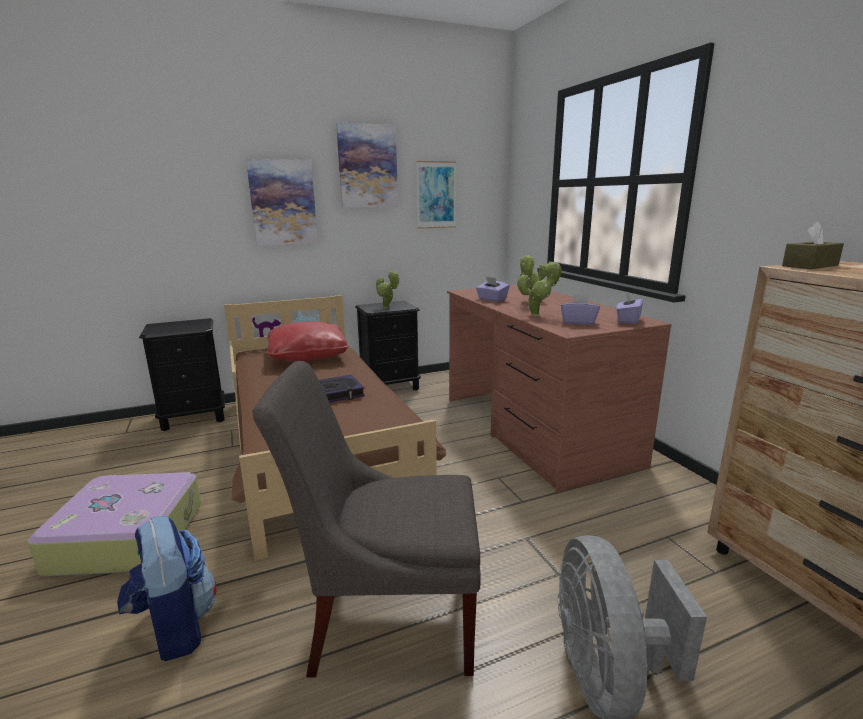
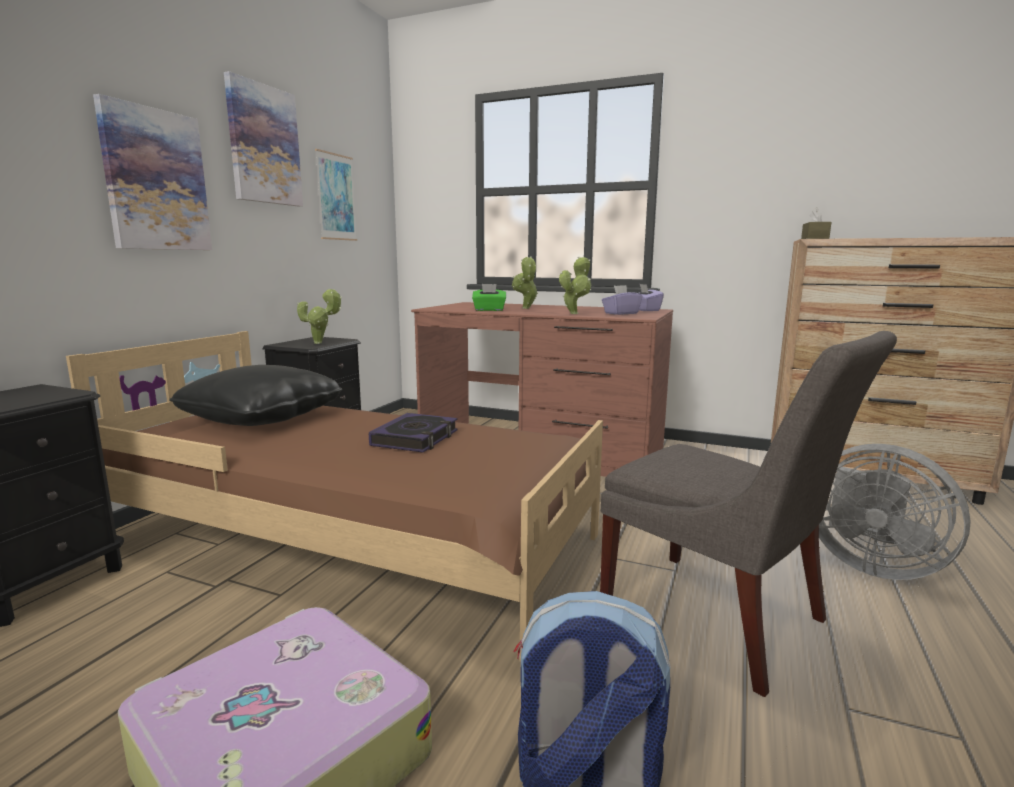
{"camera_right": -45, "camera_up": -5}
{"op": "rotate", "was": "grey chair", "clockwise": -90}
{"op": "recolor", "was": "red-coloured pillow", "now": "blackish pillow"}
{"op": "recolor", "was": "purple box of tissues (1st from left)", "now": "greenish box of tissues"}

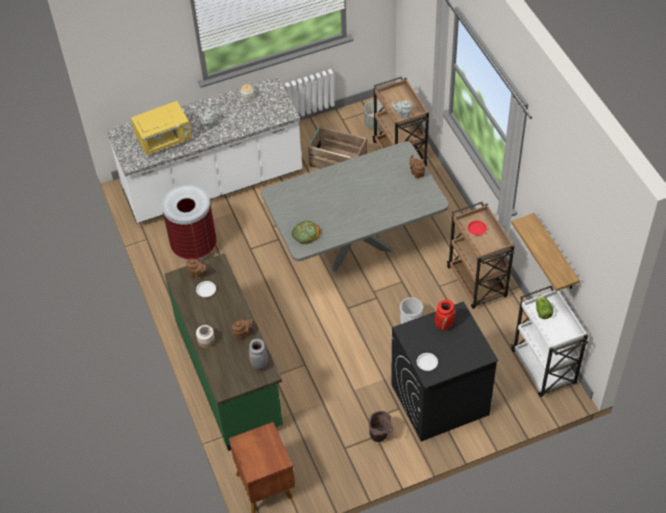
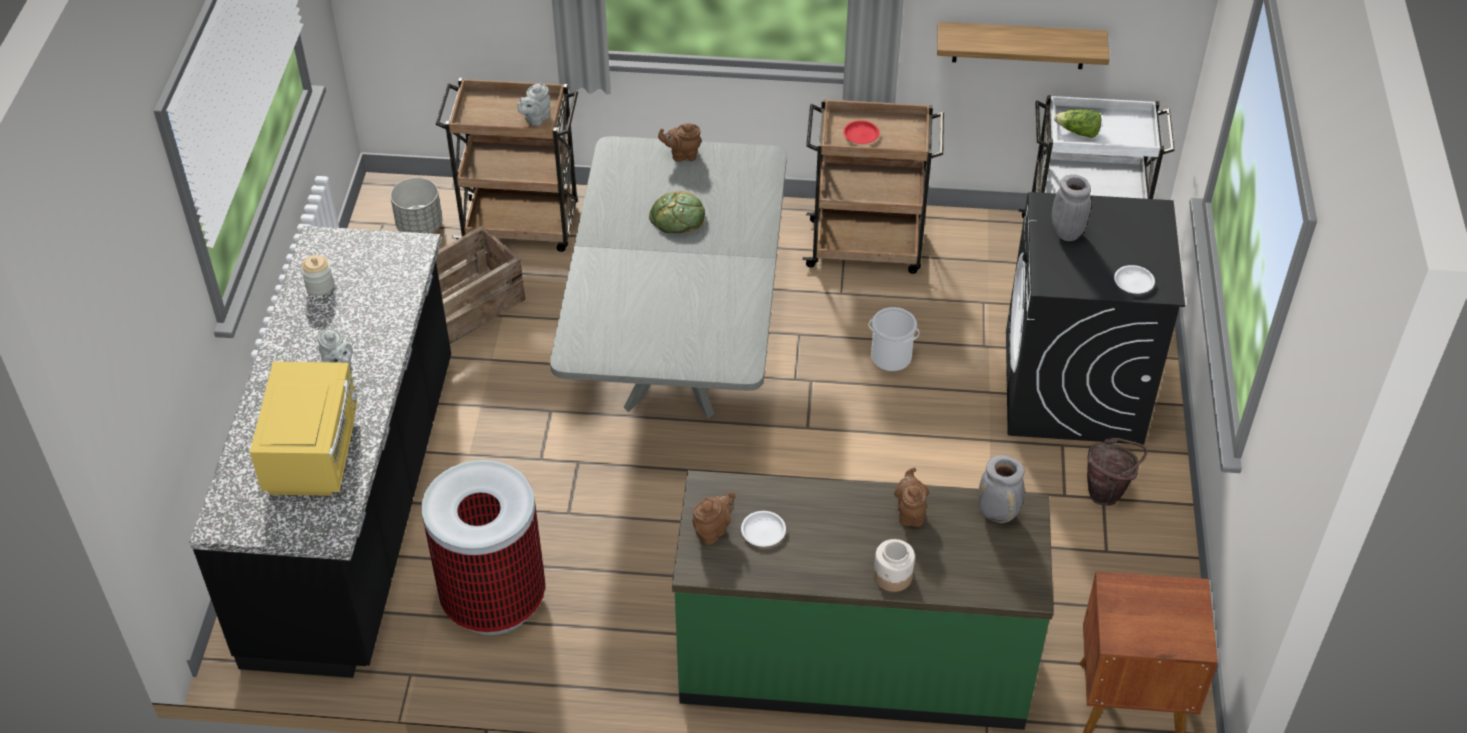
{"camera_right": -65, "camera_up": -5}
{"op": "recolor", "was": "whitish counter", "now": "blackish counter"}
{"op": "move", "was": "bread"}
{"op": "recolor", "was": "red-coloured vase", "now": "grey vase (2nd from left)"}

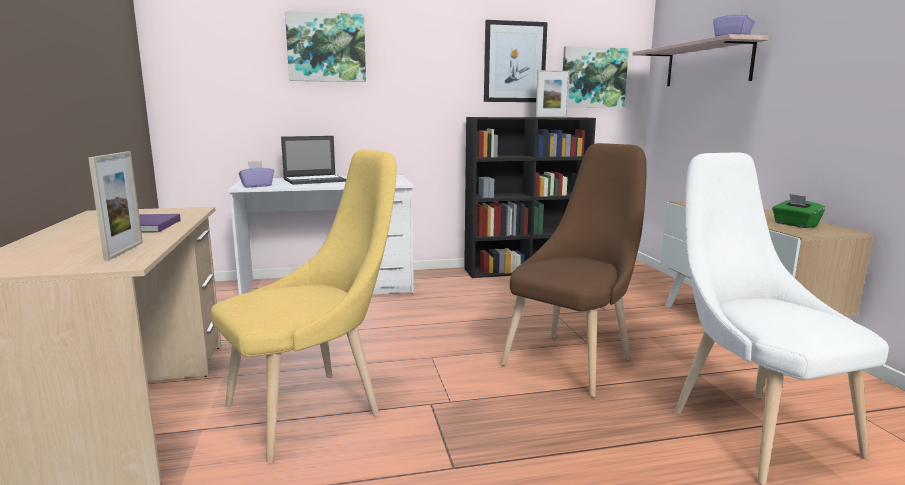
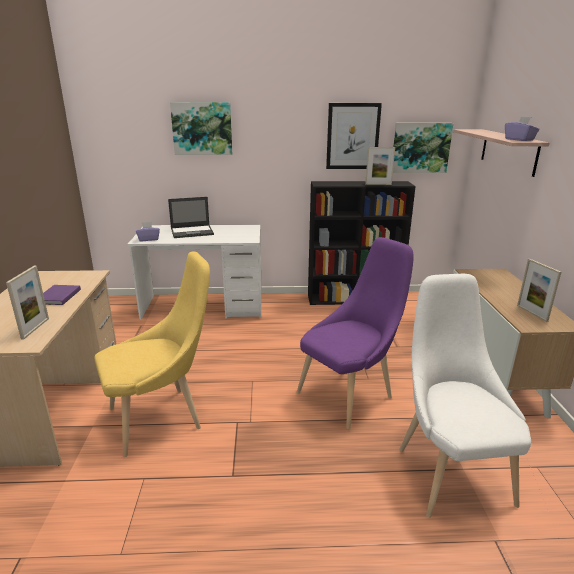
{"camera_right": 10, "camera_up": 10}
{"op": "recolor", "was": "brown chair", "now": "purple chair"}
{"op": "replace", "was": "greenish box of tissues", "now": "standing frame (3rd from left)"}

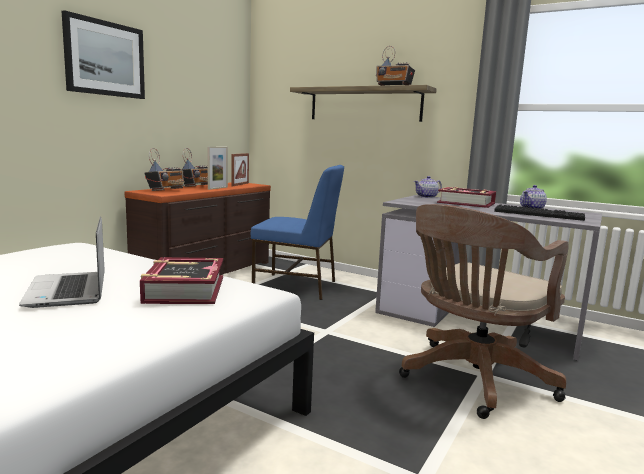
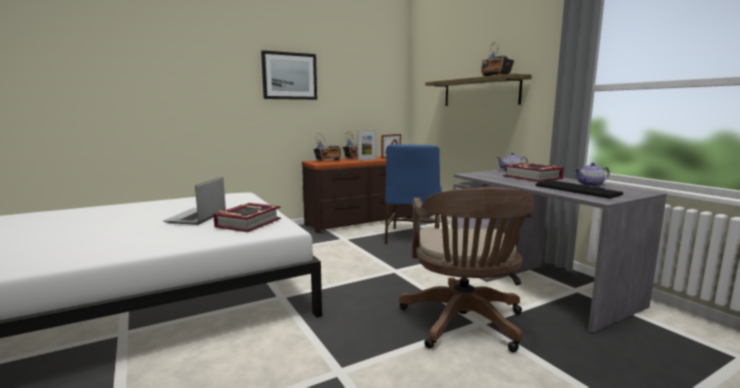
{"camera_right": 30, "camera_up": 0}
{"op": "rotate", "was": "blue chair", "clockwise": 60}
{"op": "rotate", "was": "brown desk chair", "clockwise": -75}

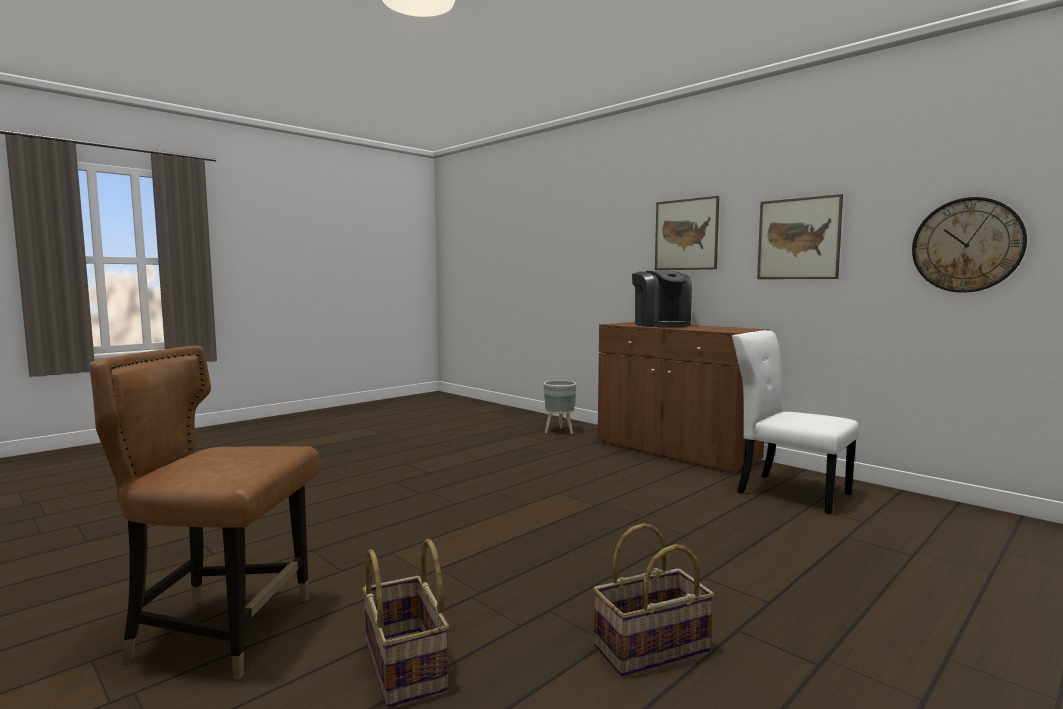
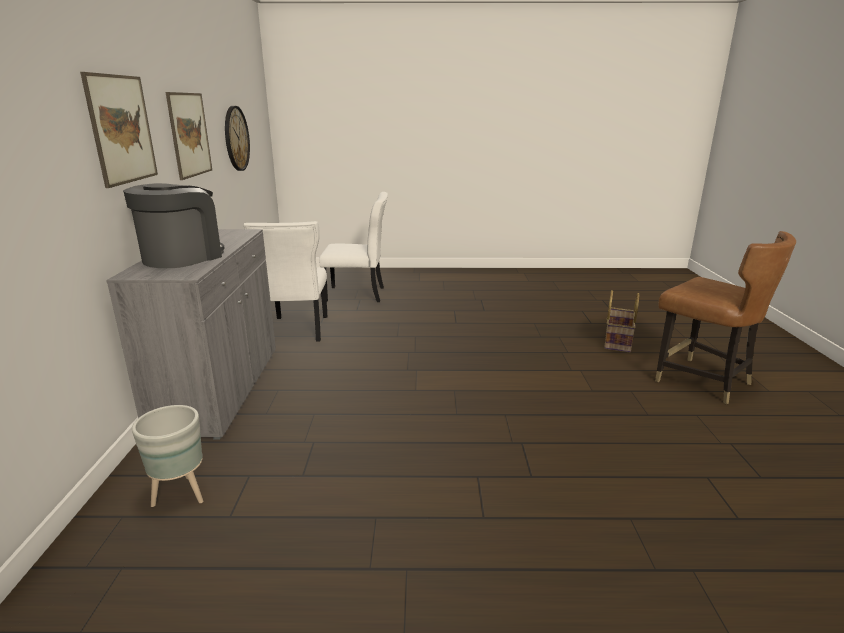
{"camera_right": -135, "camera_up": 15}
{"op": "delete", "was": "household basket (2nd from left)"}
{"op": "recolor", "was": "brown cupboard", "now": "grey cupboard"}
{"op": "insert", "now": "whitish chair (2nd from left)"}

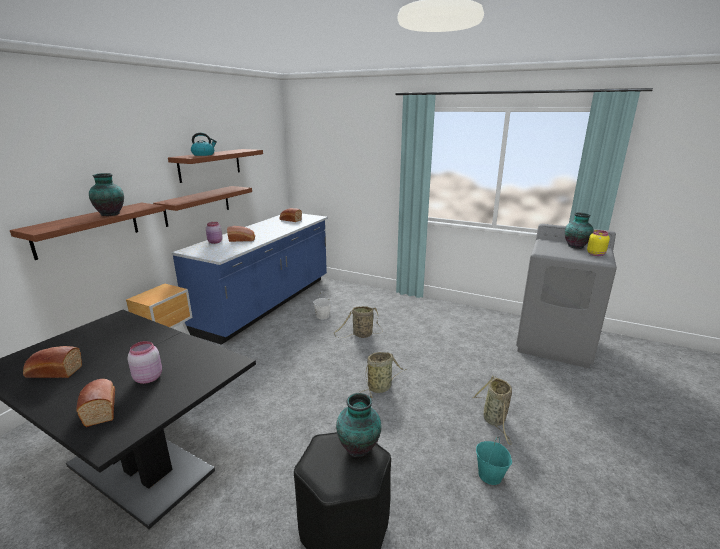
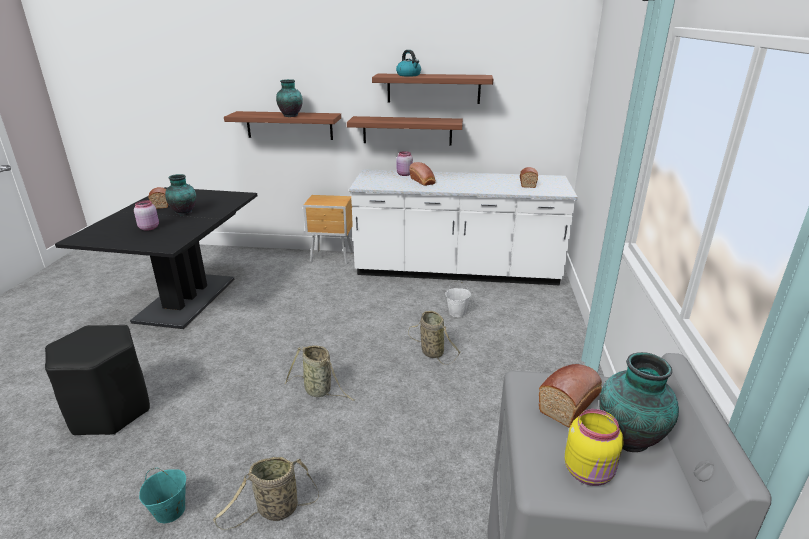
{"camera_right": 70, "camera_up": 5}
{"op": "move", "was": "bread (2nd from left in the first image)", "now": "bread (4th from left)"}
{"op": "recolor", "was": "blue counter", "now": "whitish counter"}
{"op": "move", "was": "vase (2nd from left in the first image)", "now": "vase (1st from left)"}

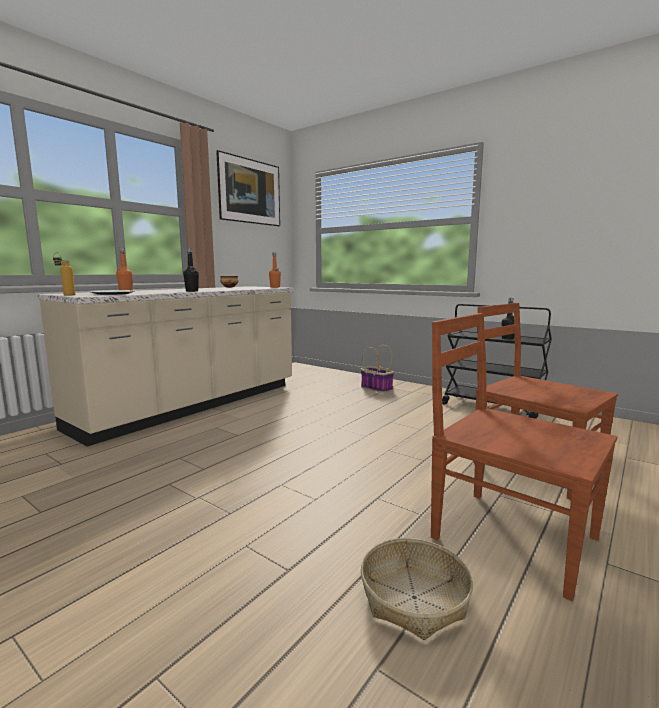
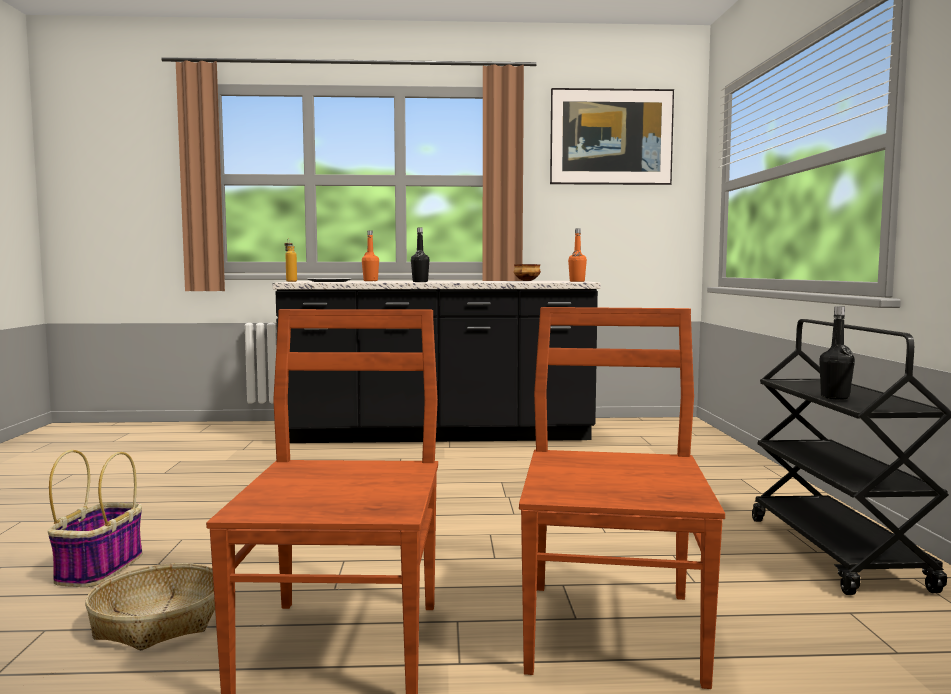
{"camera_right": 50, "camera_up": -5}
{"op": "recolor", "was": "beige counter", "now": "blackish counter"}
{"op": "move", "was": "household basket (1st from left)"}

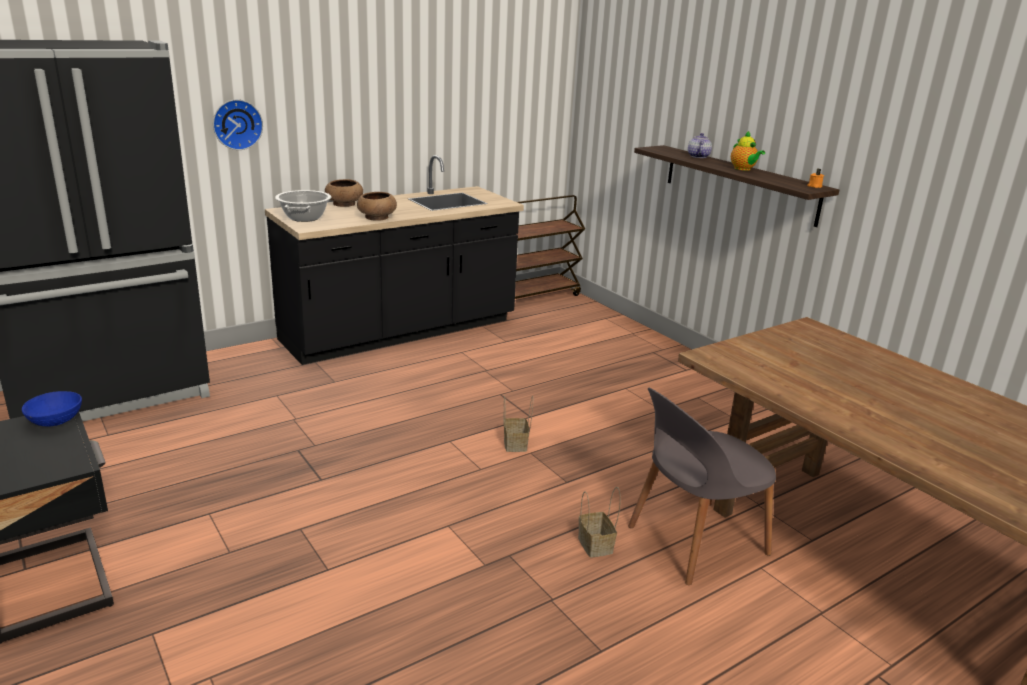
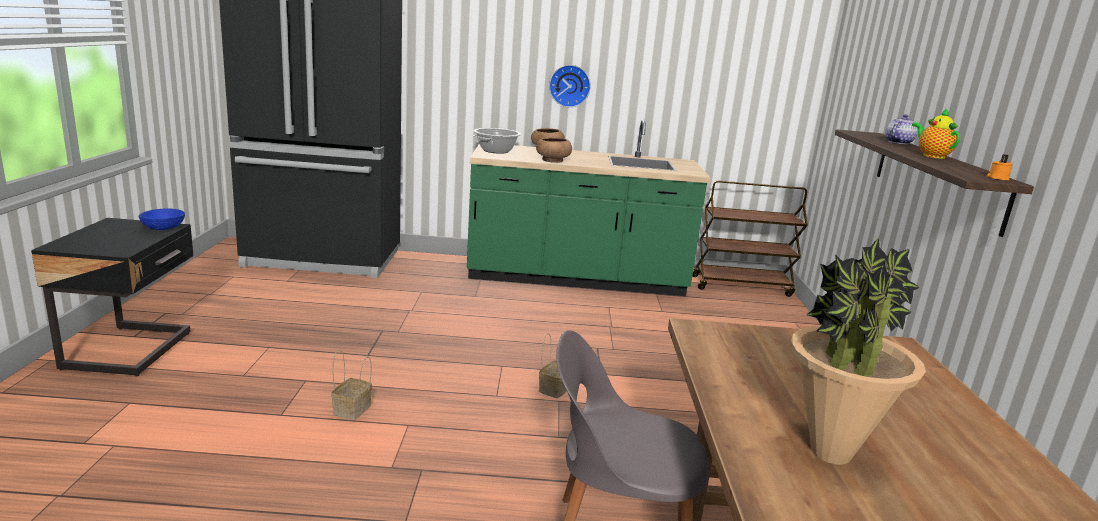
{"camera_right": 35, "camera_up": -5}
{"op": "move", "was": "hanging clock"}
{"op": "recolor", "was": "blackish counter", "now": "greenish counter"}
{"op": "move", "was": "household basket (2nd from left in the first image)", "now": "household basket (1st from left)"}
{"op": "rotate", "was": "tea pot (2nd from left)", "clockwise": 150}
{"op": "insert", "now": "potted plant"}

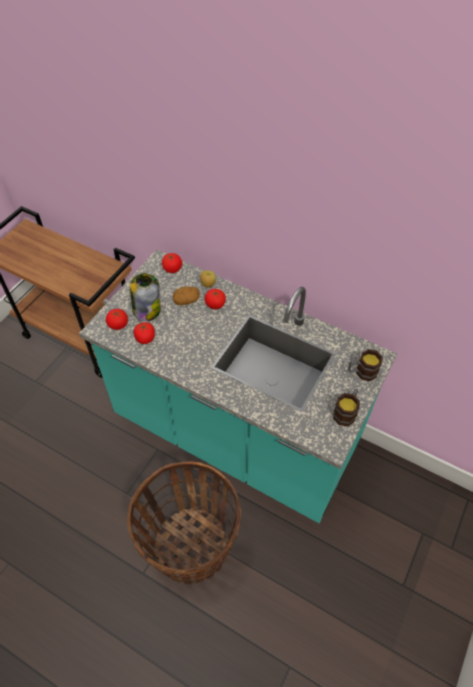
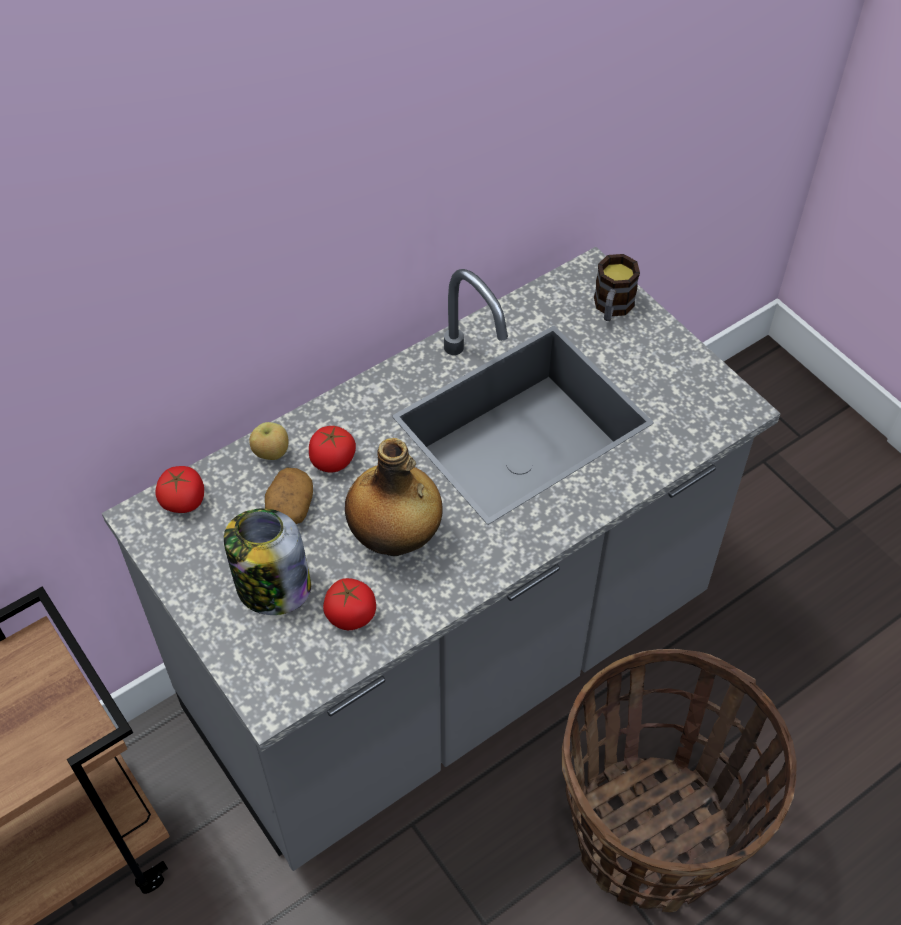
{"camera_right": -65, "camera_up": 0}
{"op": "recolor", "was": "blue-green counter", "now": "grey counter"}
{"op": "delete", "was": "tomato (1st from left)"}
{"op": "delete", "was": "mug (1st from left)"}
{"op": "insert", "now": "bottle"}

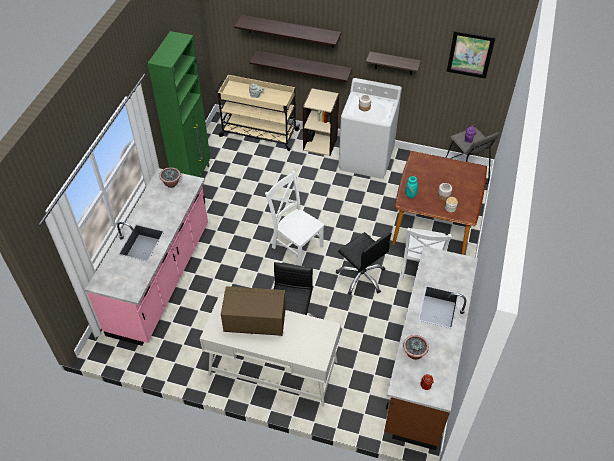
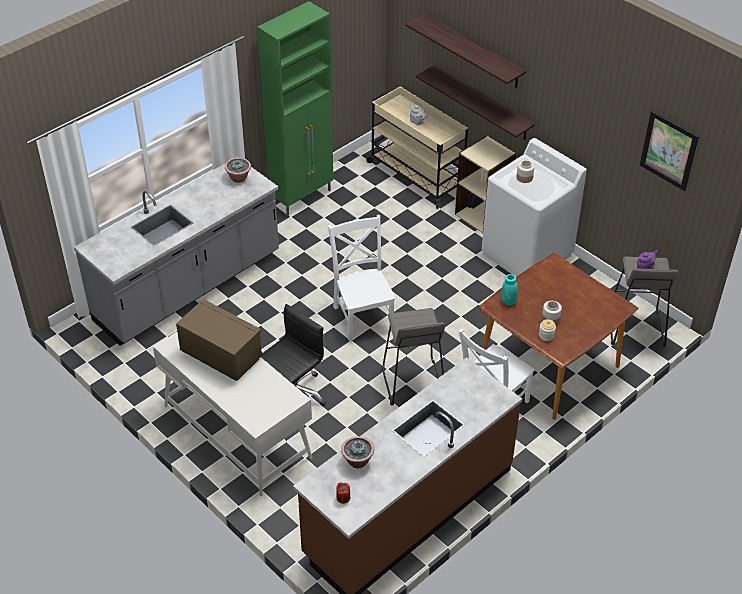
{"camera_right": 30, "camera_up": -5}
{"op": "recolor", "was": "pink-coloured counter", "now": "grey counter"}
{"op": "replace", "was": "blackish desk chair (2nd from left)", "now": "grey stool (1st from left)"}
{"op": "delete", "was": "shelf (3rd from left)"}

